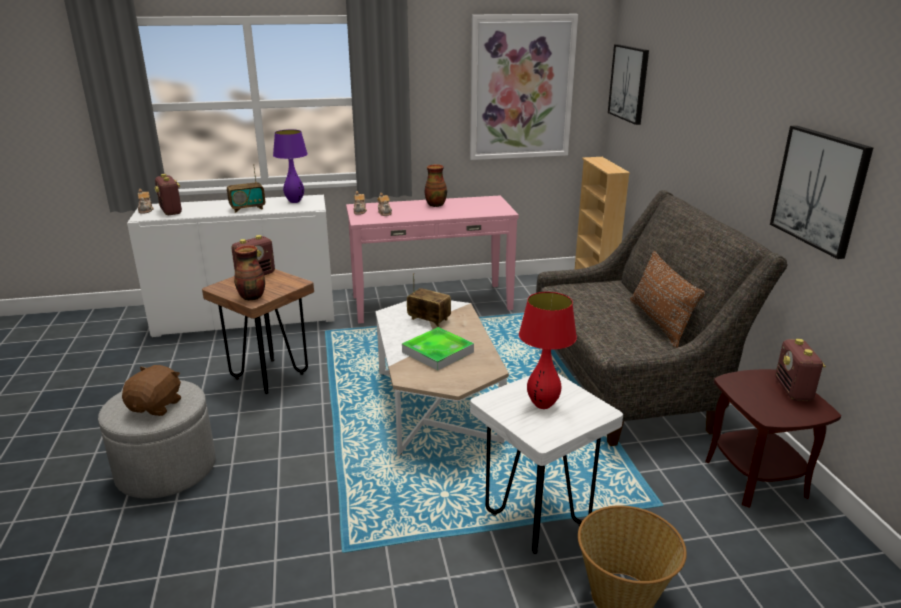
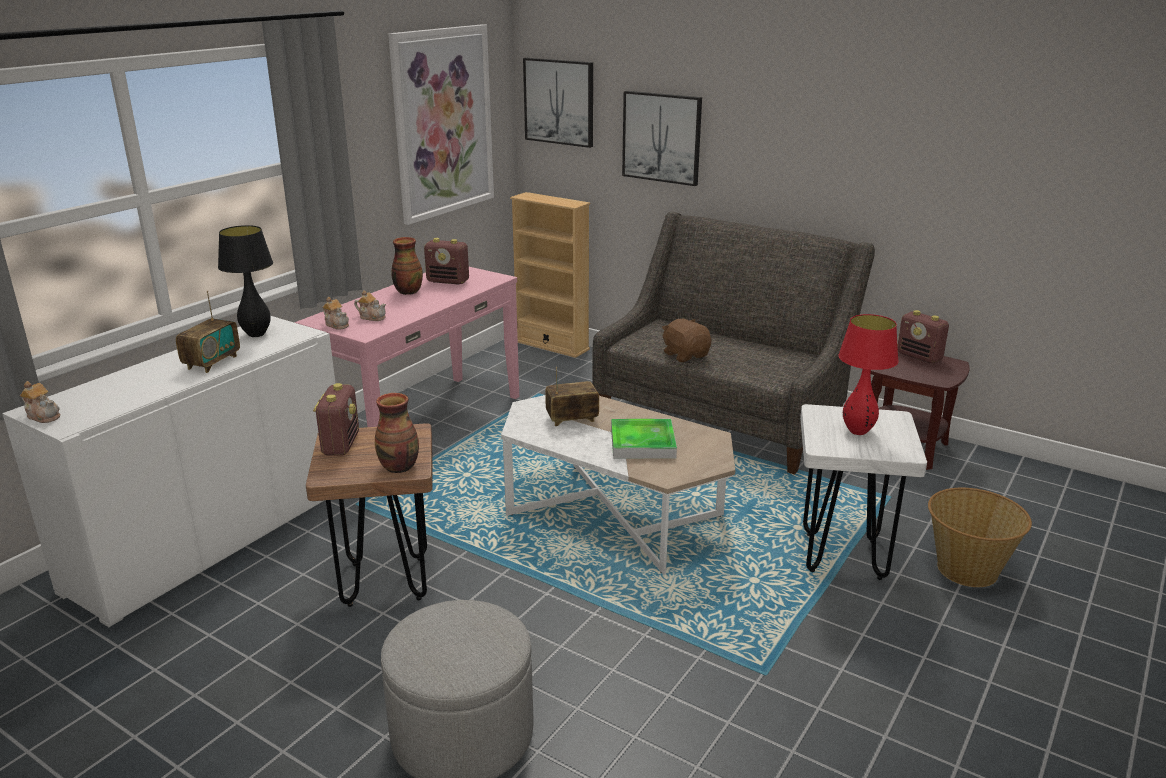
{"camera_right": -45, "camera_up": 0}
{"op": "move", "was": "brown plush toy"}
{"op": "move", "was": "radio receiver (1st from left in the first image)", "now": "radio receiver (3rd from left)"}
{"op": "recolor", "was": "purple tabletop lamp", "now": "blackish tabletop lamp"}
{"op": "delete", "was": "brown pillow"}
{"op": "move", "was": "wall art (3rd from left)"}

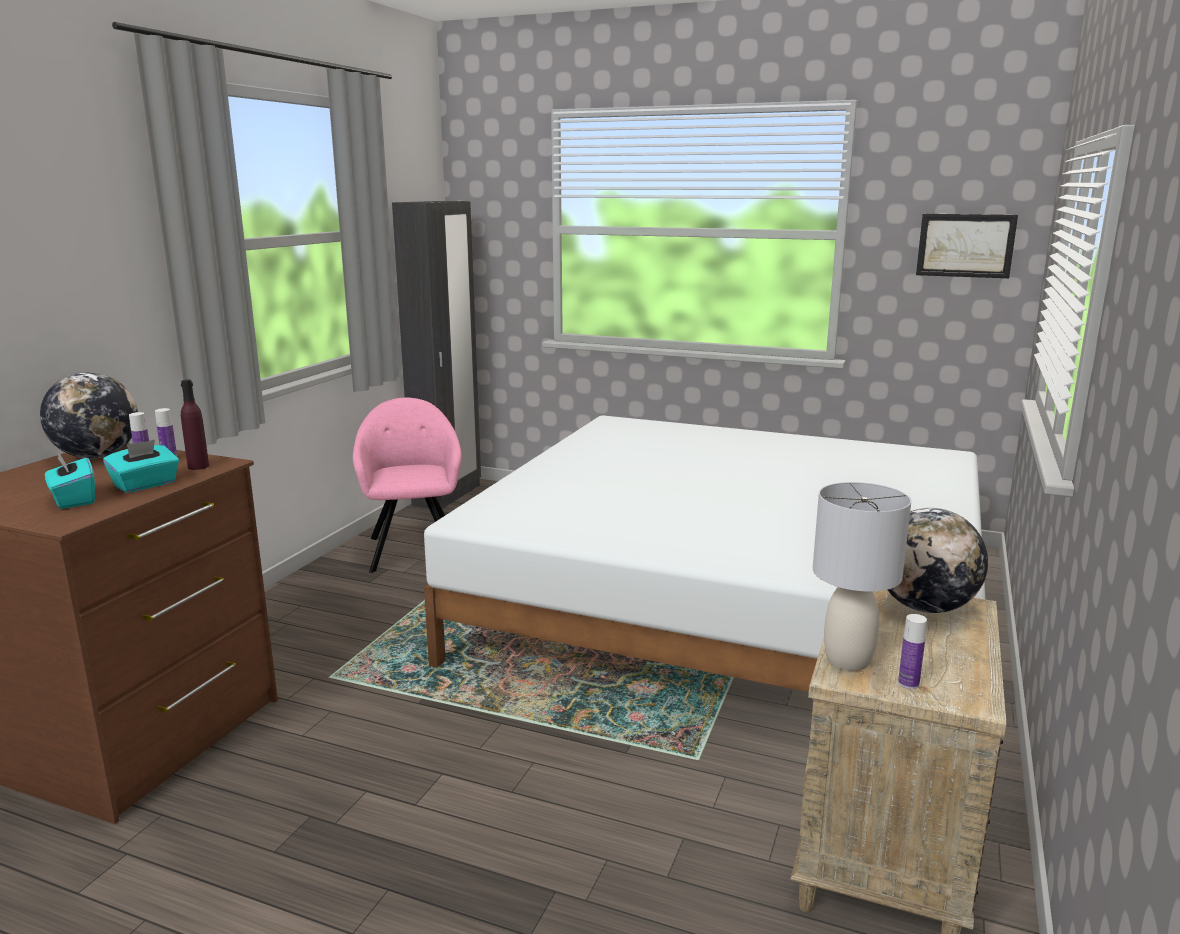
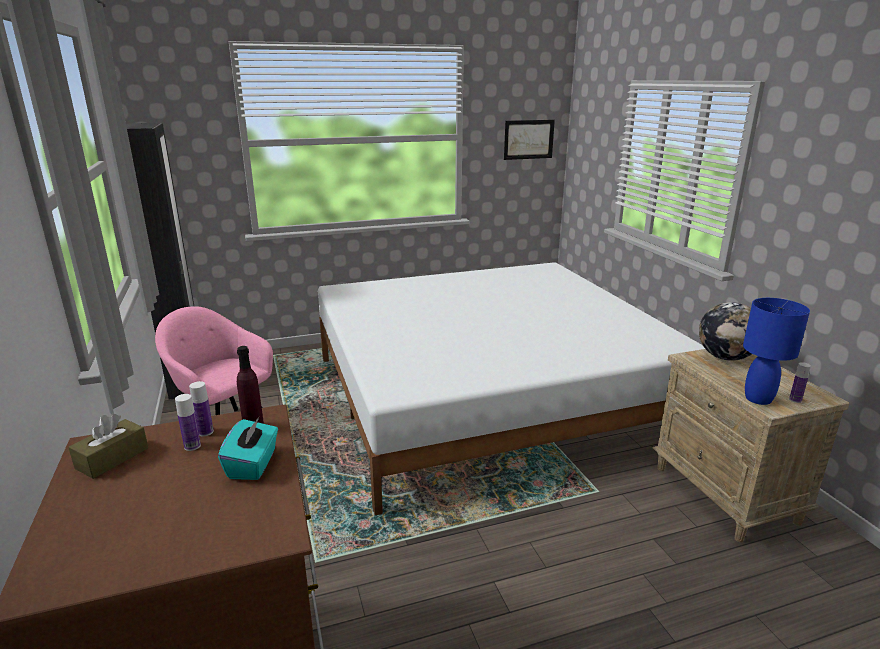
{"camera_right": -40, "camera_up": 5}
{"op": "replace", "was": "desk globe (1st from left)", "now": "brown box of tissues"}
{"op": "delete", "was": "blue-green box of tissues (1st from left)"}
{"op": "recolor", "was": "grey tabletop lamp", "now": "blue tabletop lamp"}

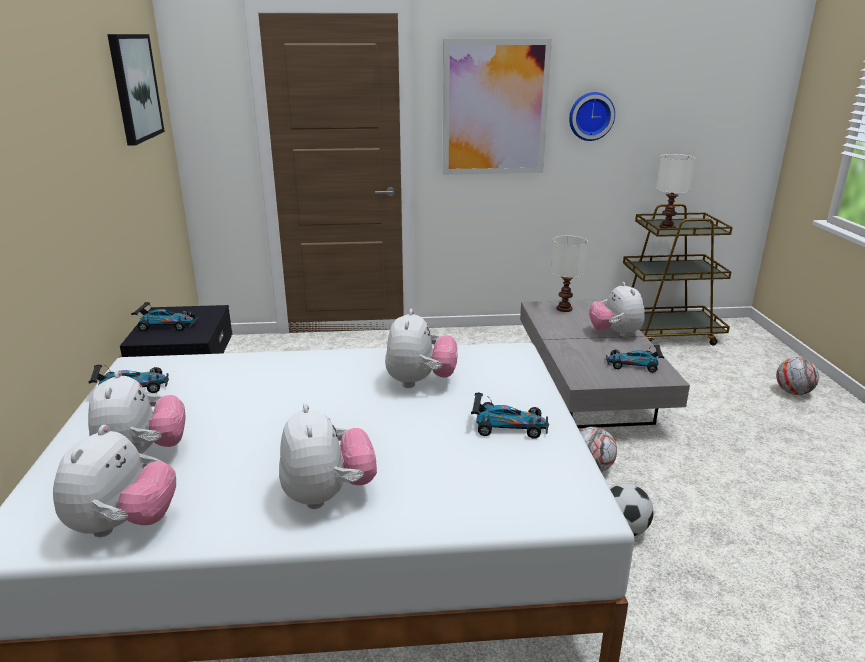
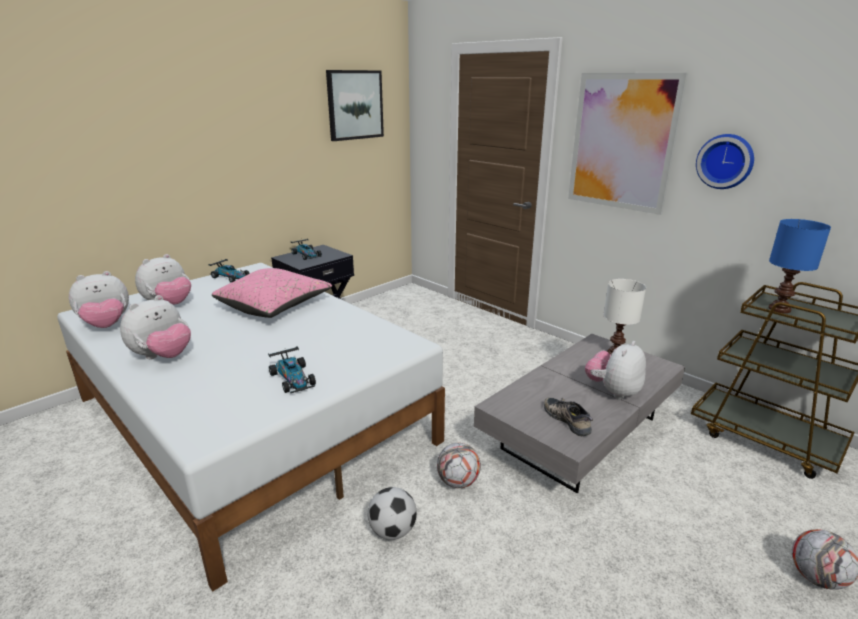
{"camera_right": 50, "camera_up": 0}
{"op": "delete", "was": "plush toy (4th from left)"}
{"op": "replace", "was": "toy car (4th from left)", "now": "item of footwear"}
{"op": "recolor", "was": "whitish tabletop lamp (2nd from left)", "now": "blue tabletop lamp"}
{"op": "insert", "now": "pink-coloured pillow"}

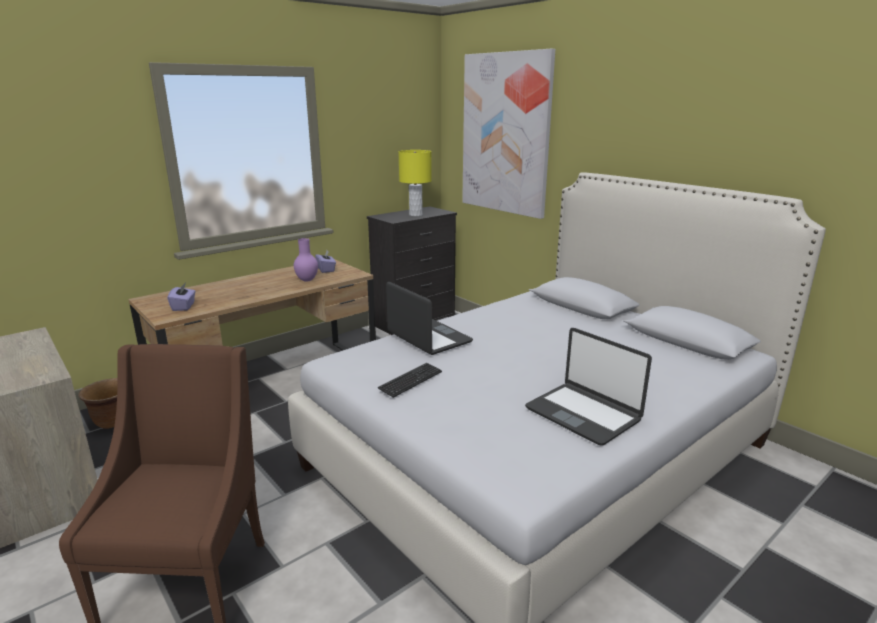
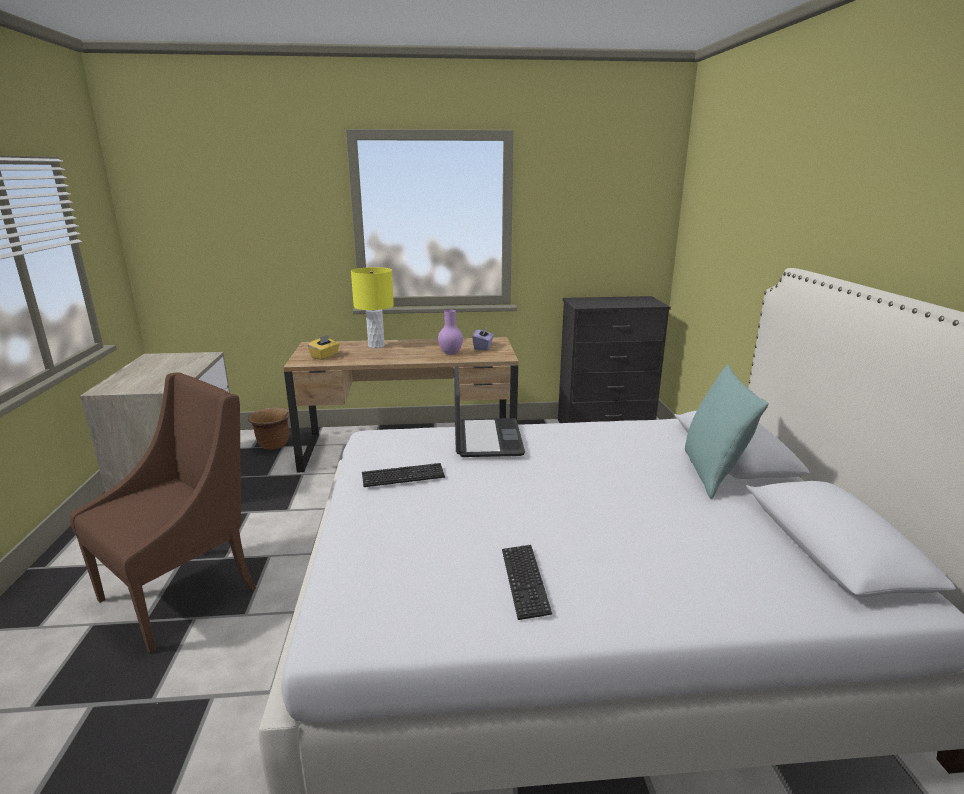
{"camera_right": 35, "camera_up": 0}
{"op": "recolor", "was": "purple box of tissues (1st from left)", "now": "yellow-coloured box of tissues"}
{"op": "move", "was": "yellow-coloured tabletop lamp"}
{"op": "delete", "was": "wall art"}
{"op": "replace", "was": "laptop (2nd from left)", "now": "computer keyboard (2nd from left)"}
{"op": "insert", "now": "blue-green pillow"}

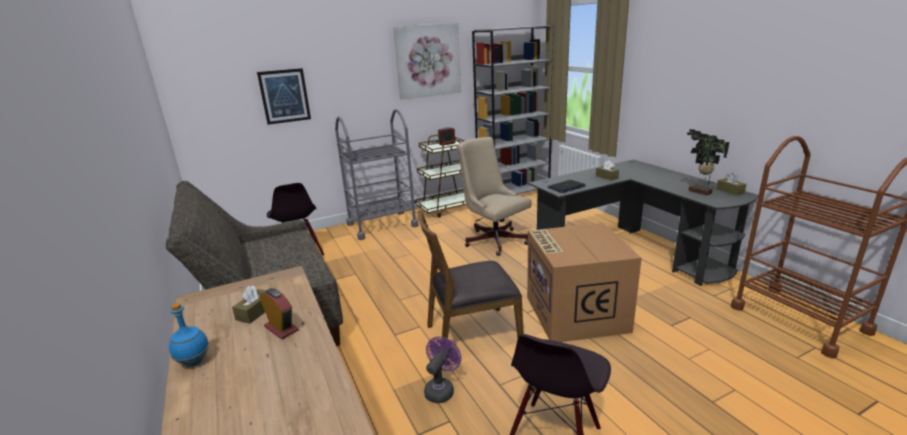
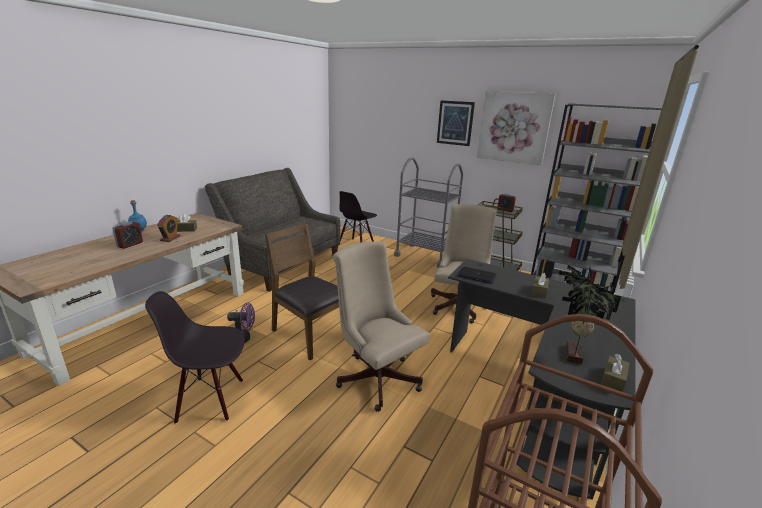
{"camera_right": 55, "camera_up": 0}
{"op": "move", "was": "wall art (1st from left)"}
{"op": "replace", "was": "cardboard box", "now": "beige desk chair (1st from left)"}
{"op": "insert", "now": "bedside clock (1st from left)"}

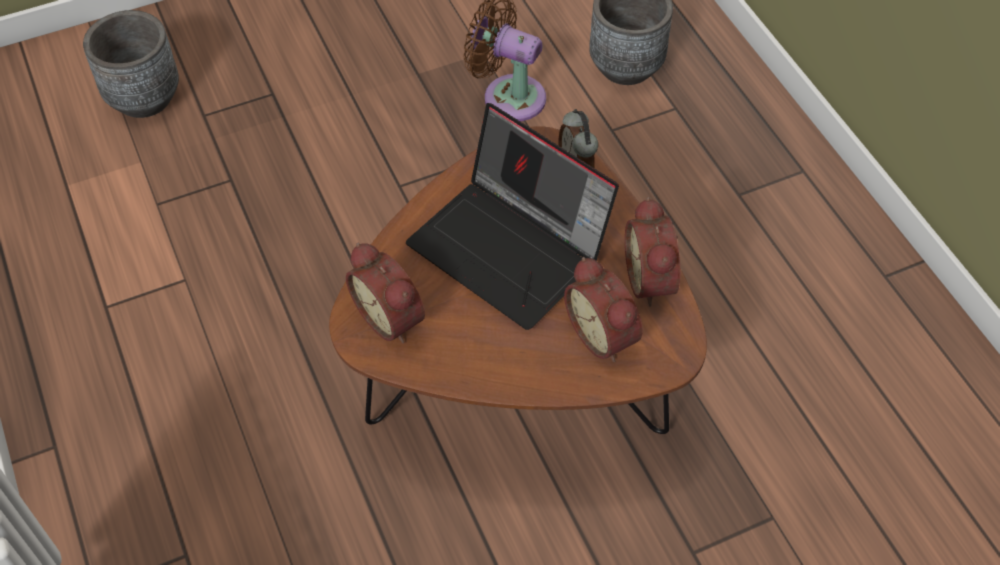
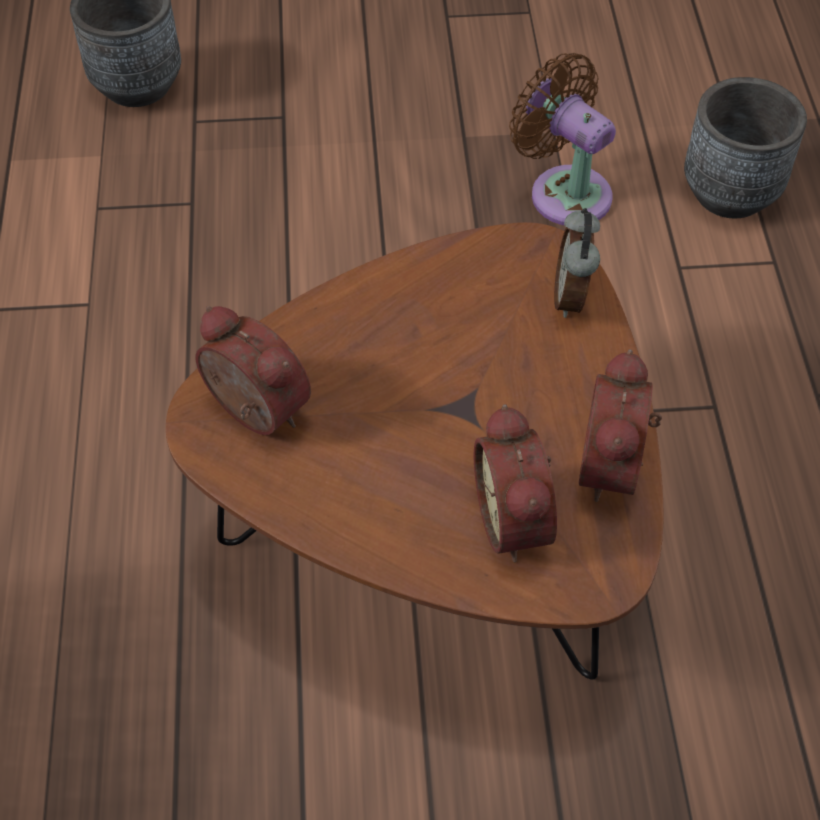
{"camera_right": 20, "camera_up": 0}
{"op": "rotate", "was": "bedside clock (1st from left)", "clockwise": 150}
{"op": "delete", "was": "laptop"}

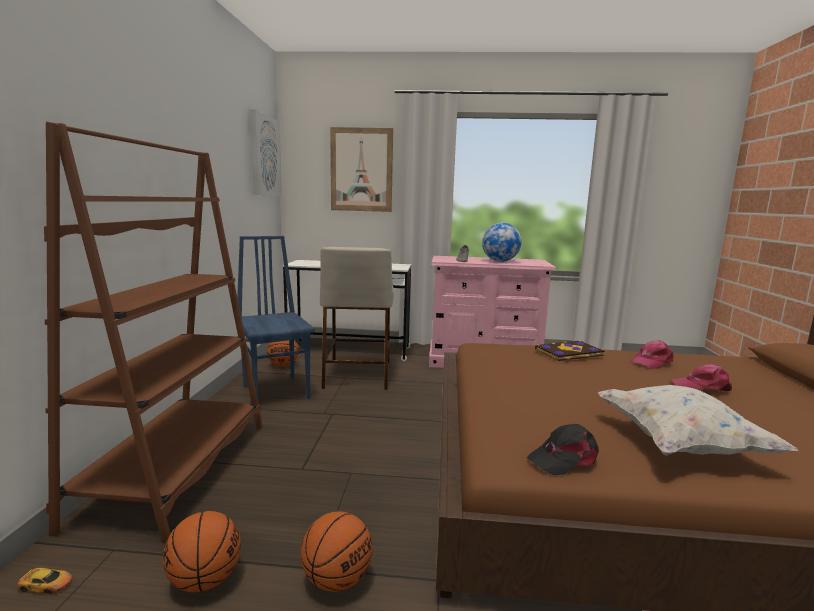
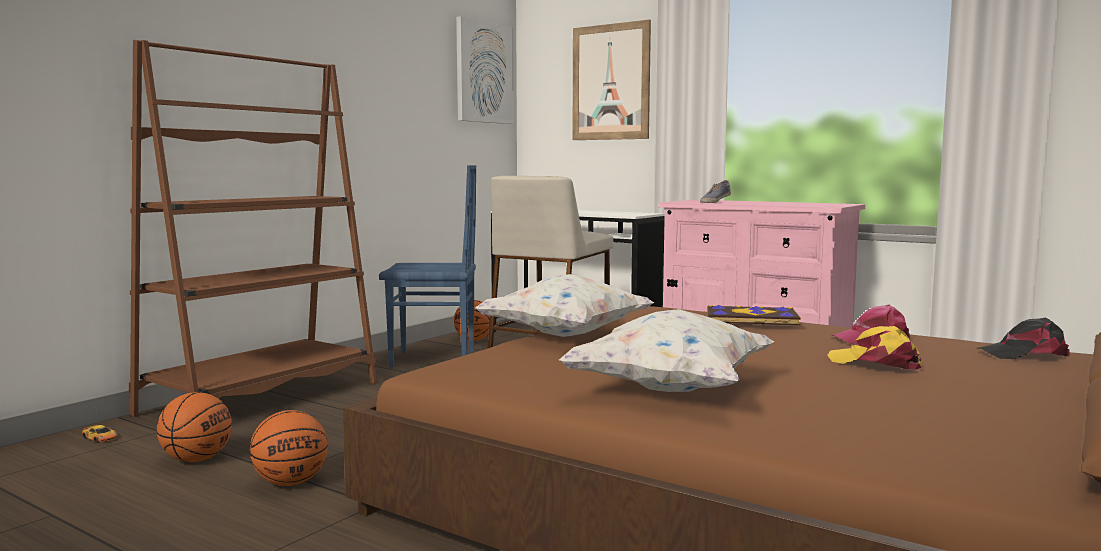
{"camera_right": 30, "camera_up": -5}
{"op": "rotate", "was": "blue chair", "clockwise": 90}
{"op": "delete", "was": "desk globe"}
{"op": "move", "was": "blackish cap"}
{"op": "recolor", "was": "pink-coloured cap (2nd from left)", "now": "yellow-coloured cap"}
{"op": "insert", "now": "whitish pillow (1st from left)"}

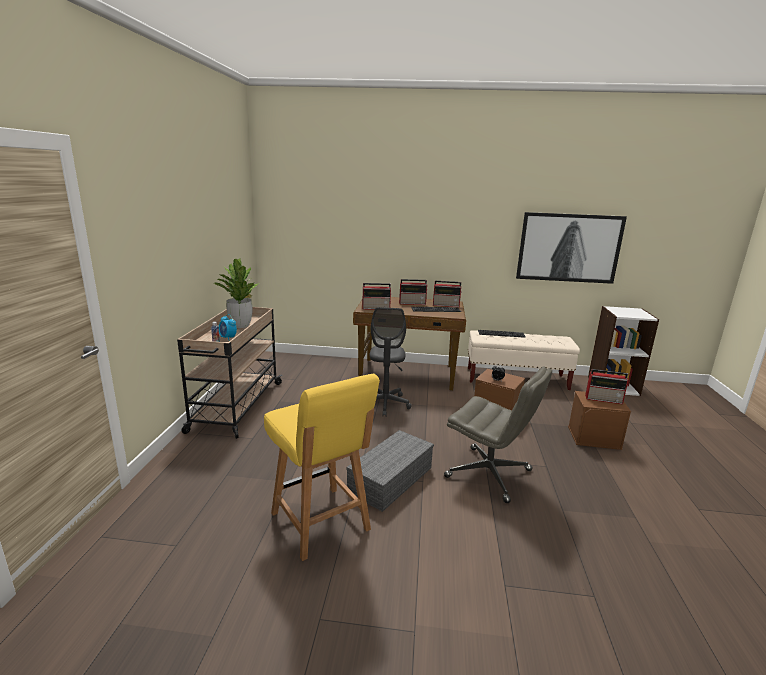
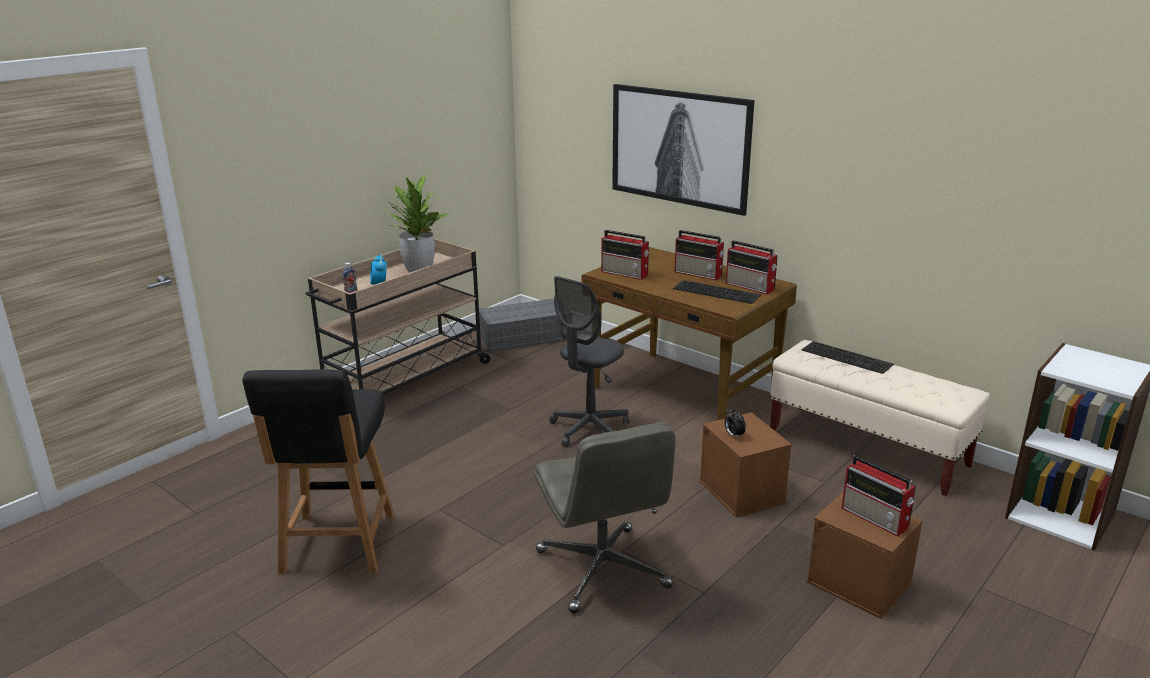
{"camera_right": 35, "camera_up": 5}
{"op": "recolor", "was": "yellow-coloured chair", "now": "blackish chair"}
{"op": "move", "was": "grey storage container"}
{"op": "move", "was": "wall art"}

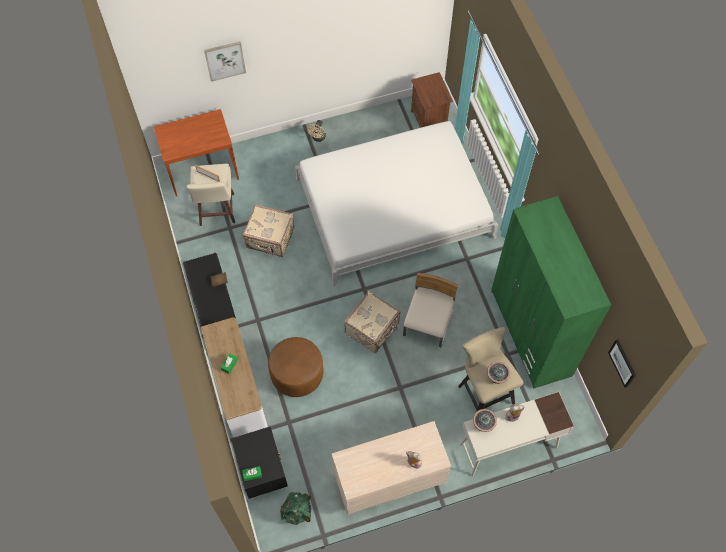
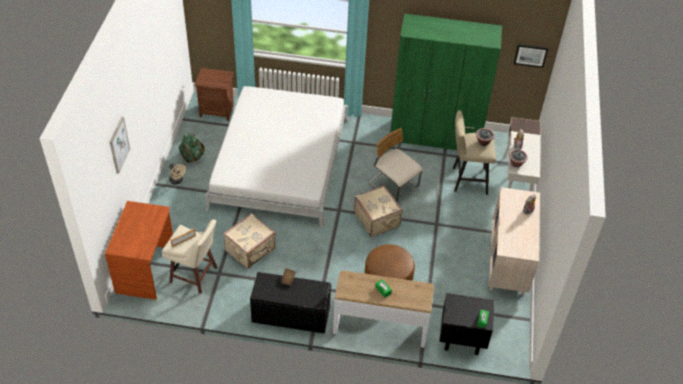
{"camera_right": -65, "camera_up": -15}
{"op": "move", "was": "greenish rucksack"}

